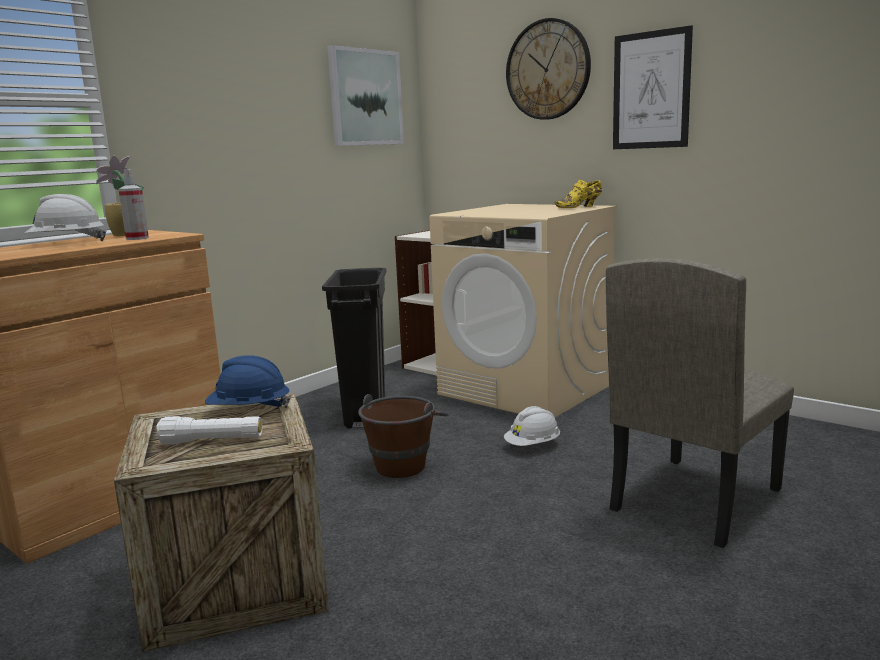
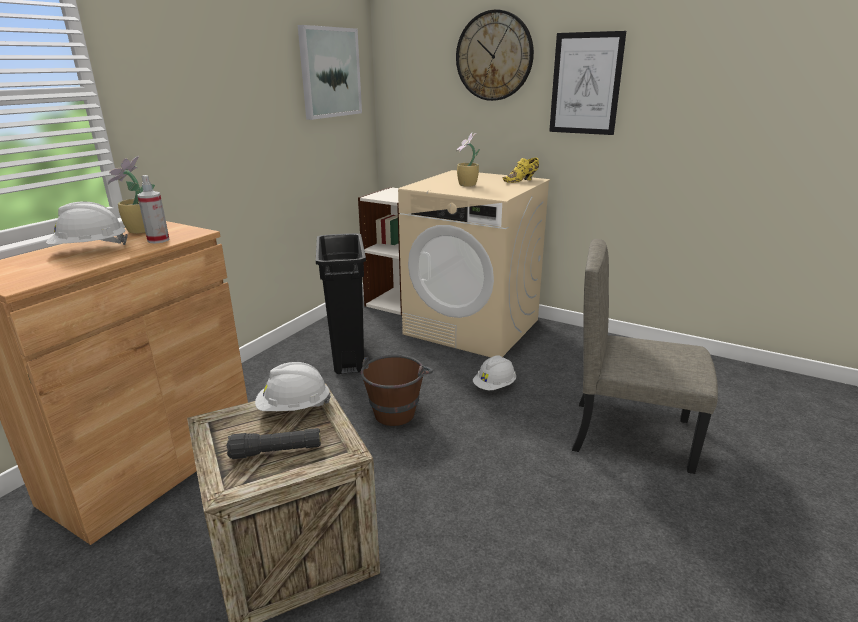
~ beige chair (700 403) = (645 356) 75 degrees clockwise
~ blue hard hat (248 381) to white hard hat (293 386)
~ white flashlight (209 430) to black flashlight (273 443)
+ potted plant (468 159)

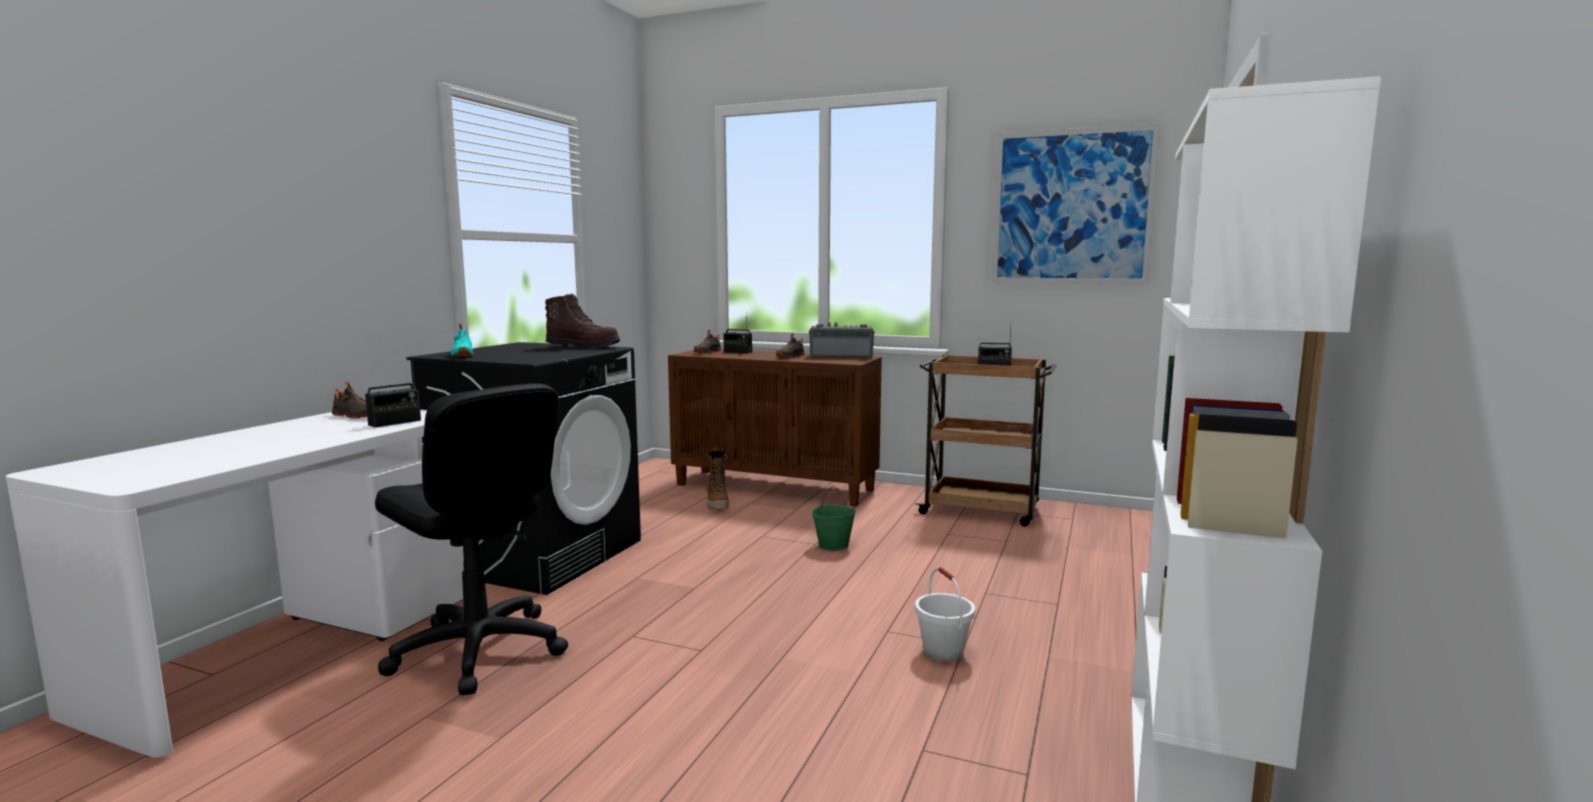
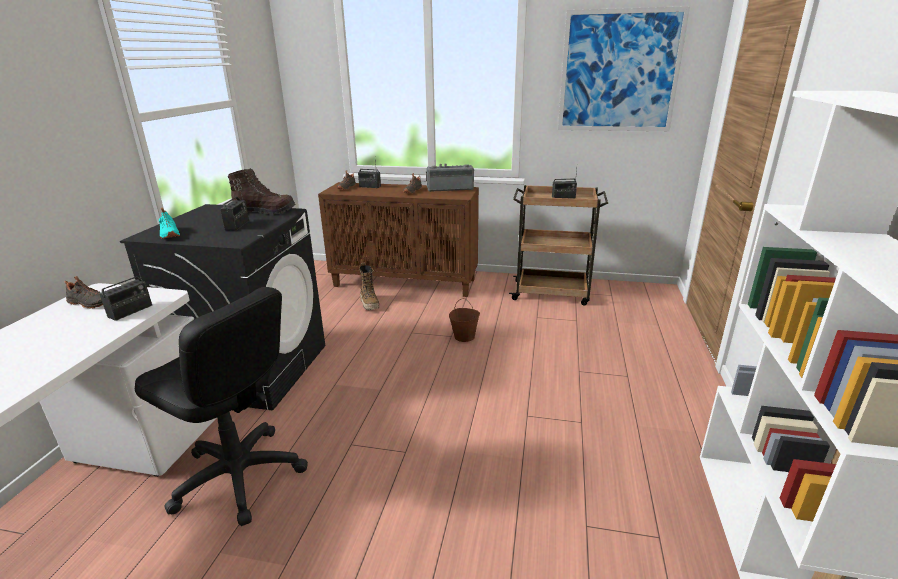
~ green bucket (834 518) to brown bucket (464 320)
- white bucket (945 614)
+ radio (234 204)

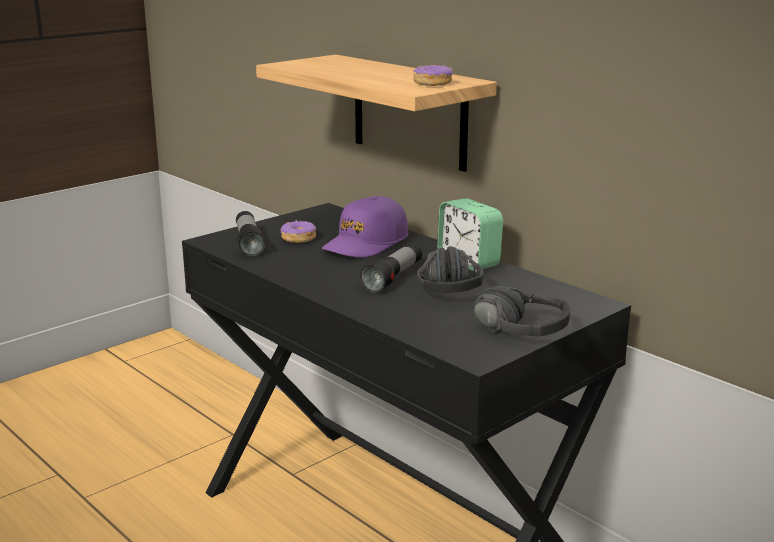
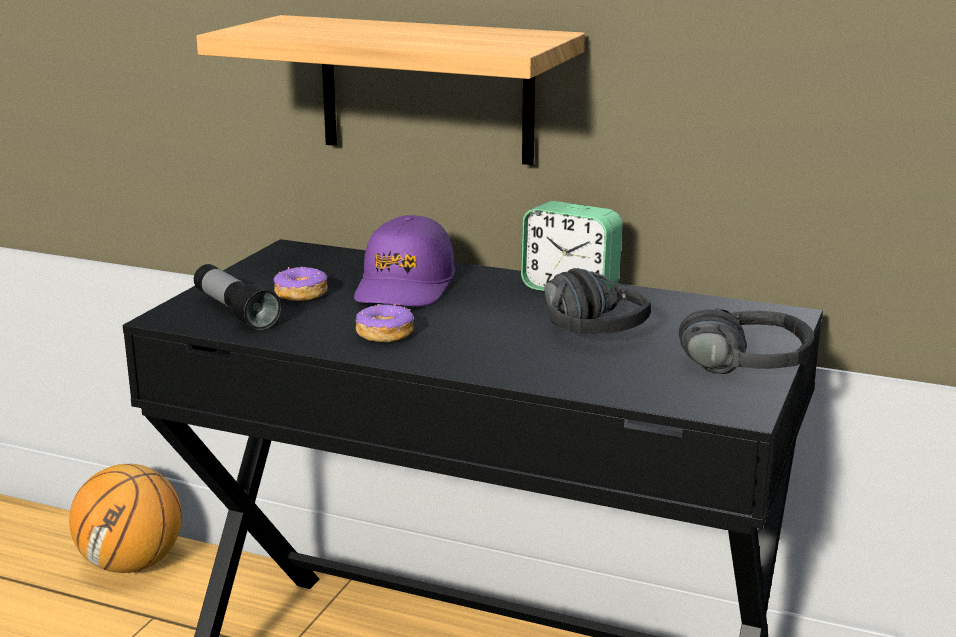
~ donut (433 75) to (384 322)
- flashlight (391 267)
+ basketball (125 518)

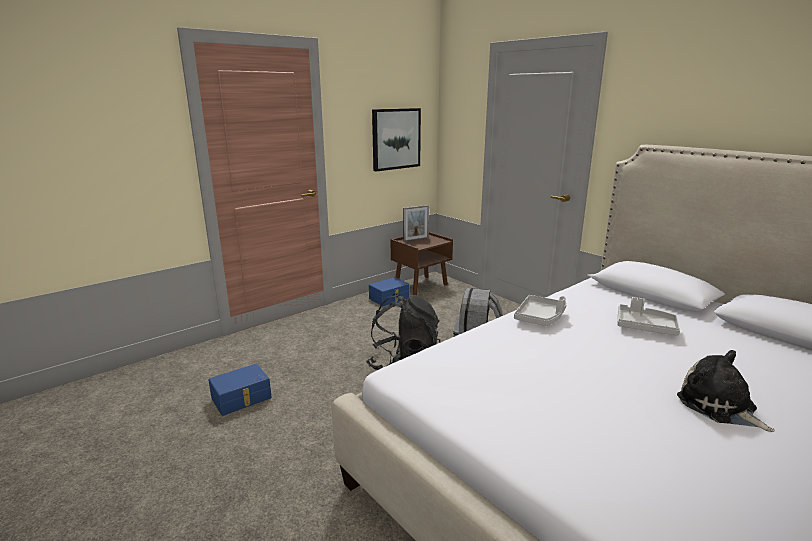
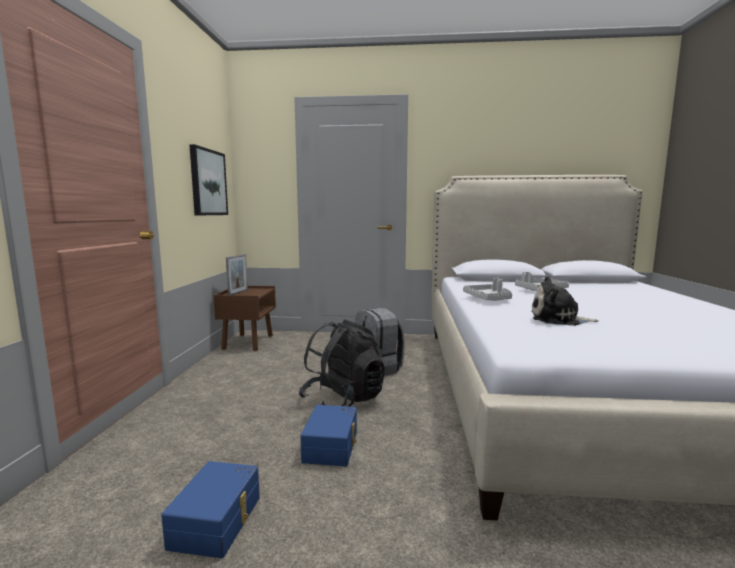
~ blue storage box (389 291) to (328 435)
~ plush toy (726 391) to (565 301)

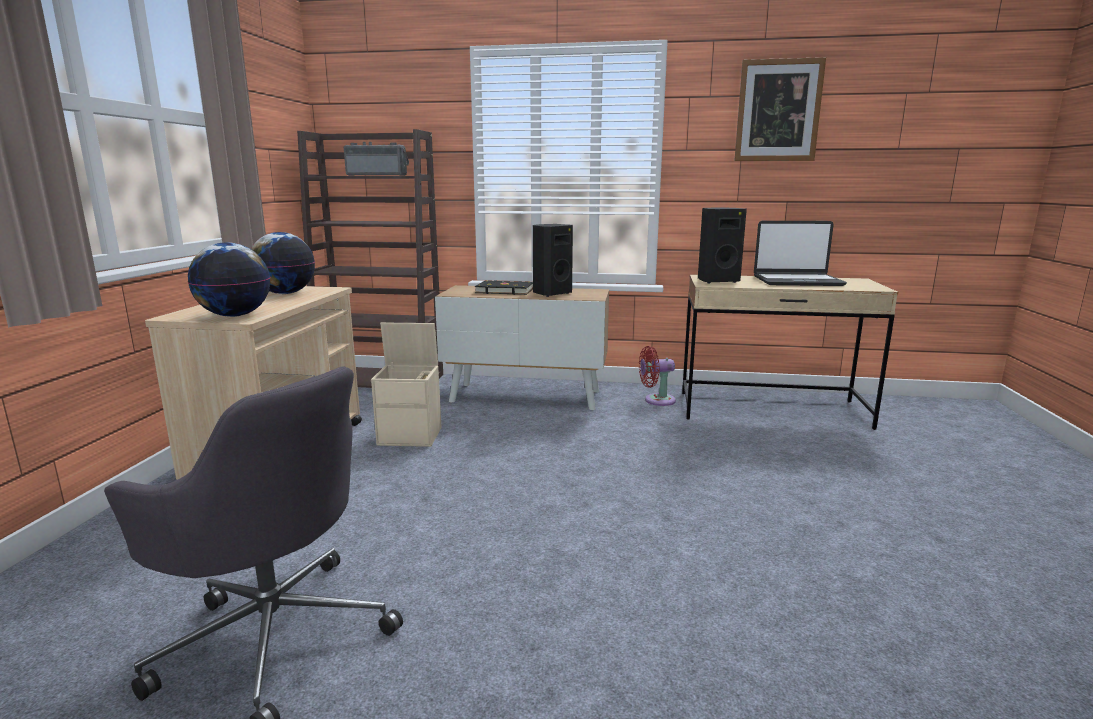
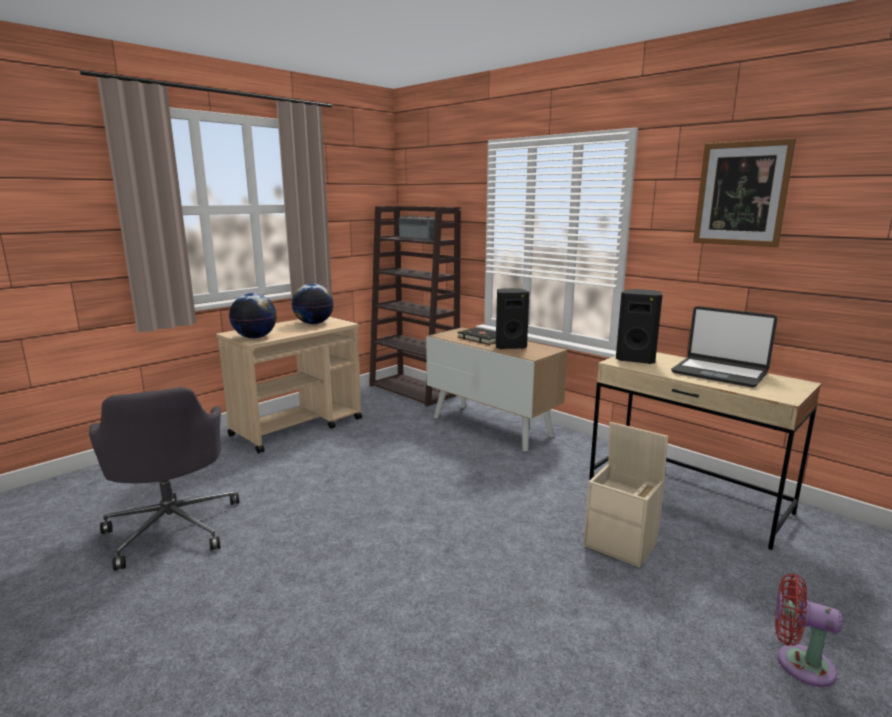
~ beige storage box (406 384) to (626 495)
~ red fan (657 376) to (809 630)

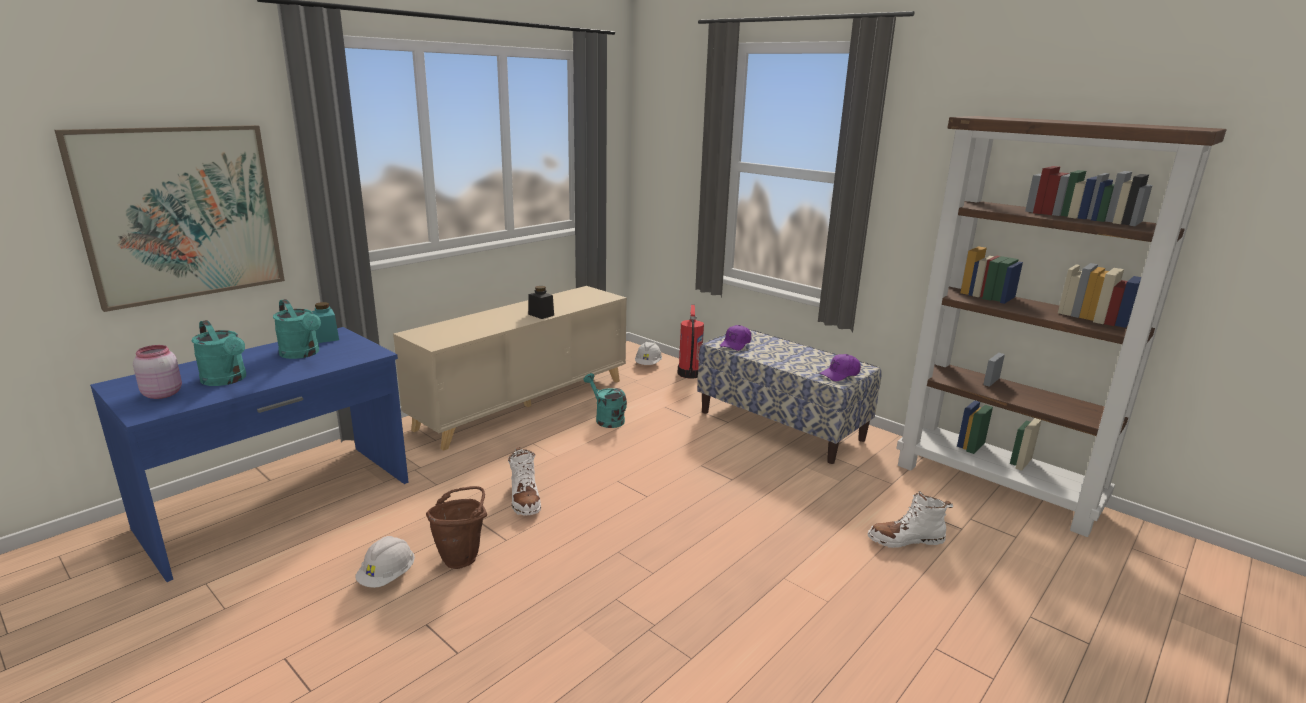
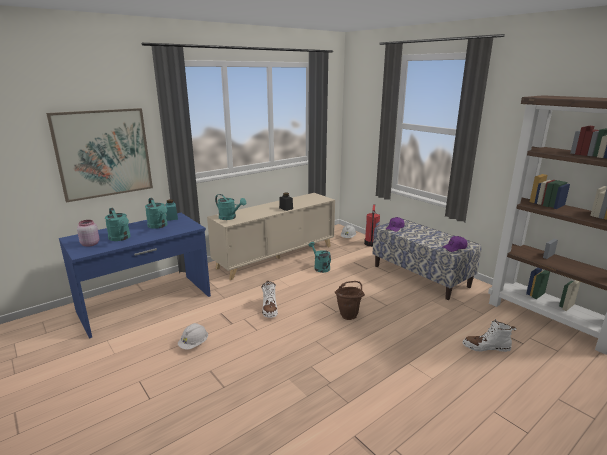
~ brown bucket (456 527) to (350 300)
+ turquoise watering can (230 207)

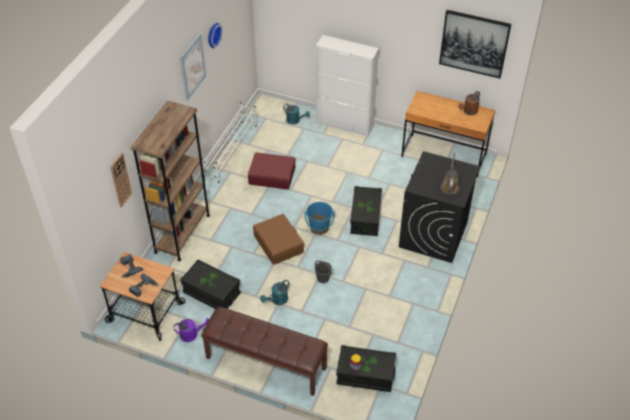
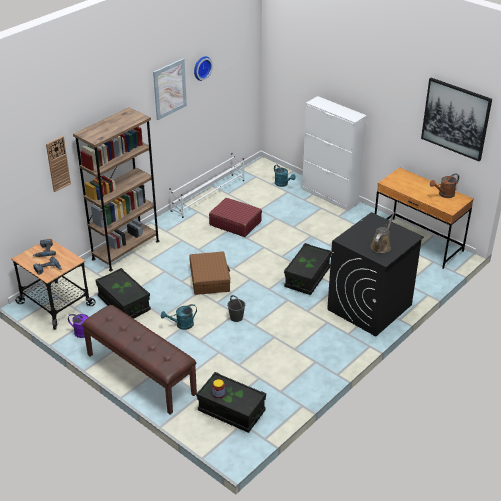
- blue bucket (320 218)

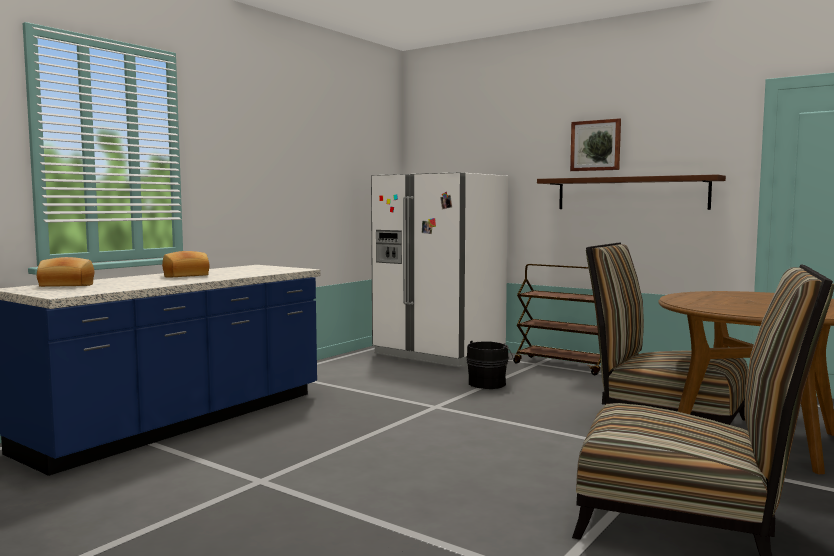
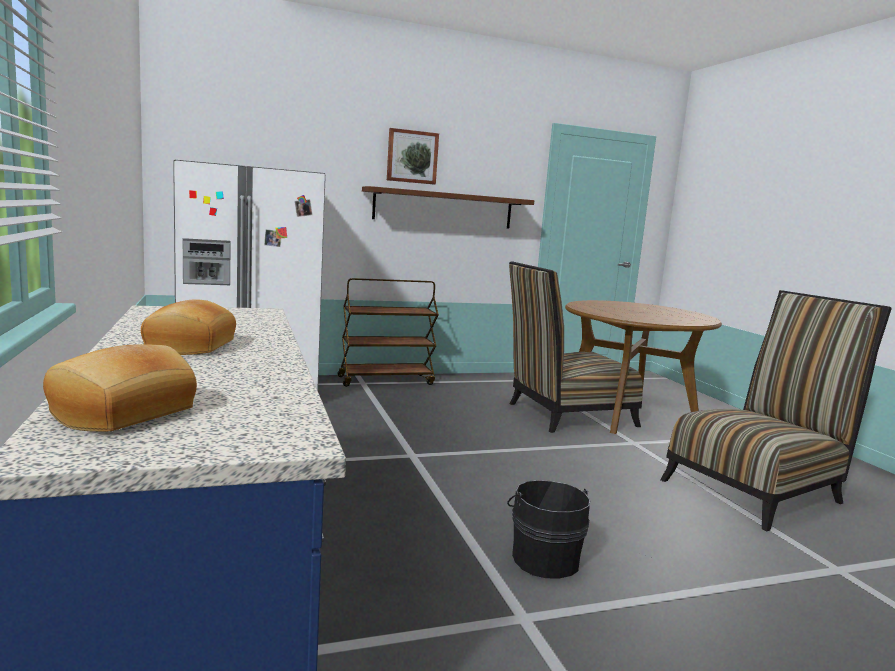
~ black bucket (489 365) to (548 529)

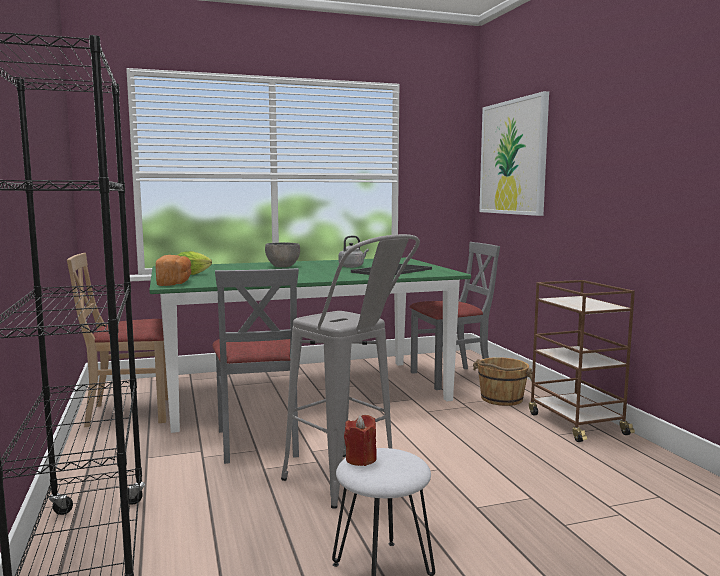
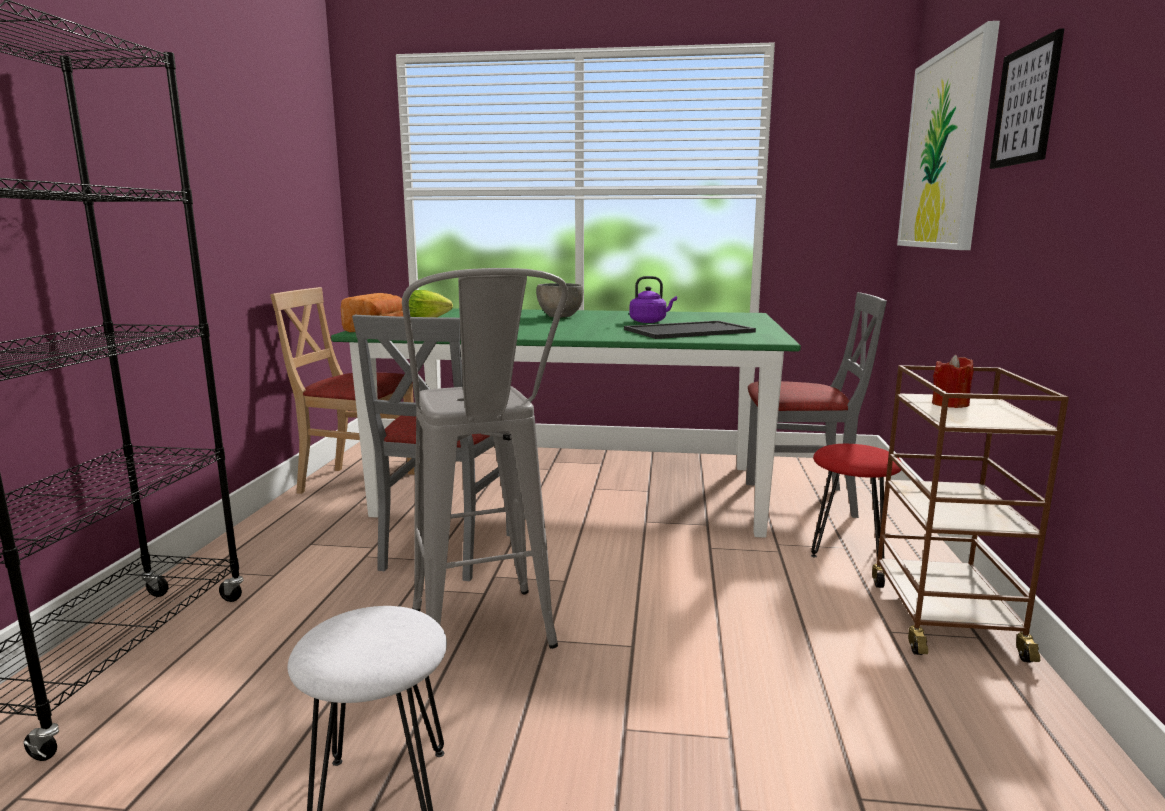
~ grey kettle (354 252) to purple kettle (653 299)
~ brown bucket (502 381) to red stool (856 501)
~ red candle (360 440) to (953 381)
+ picture (1027 98)

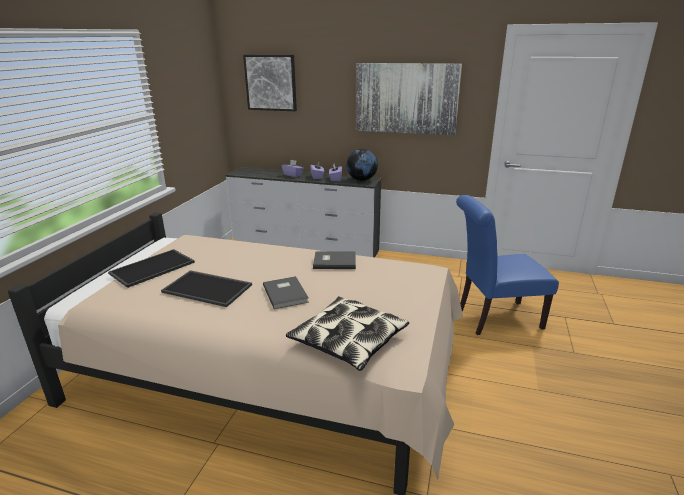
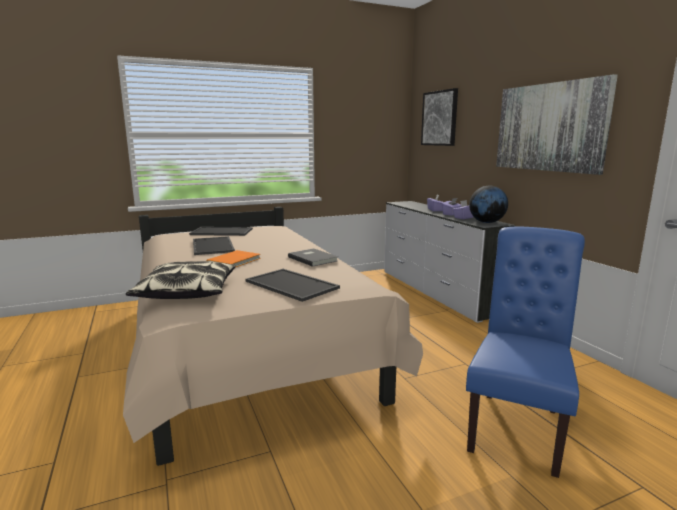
~ blue chair (507 265) = (525 352) 75 degrees clockwise
~ grey book (286 292) to orange book (234 258)
+ tray (293 285)

